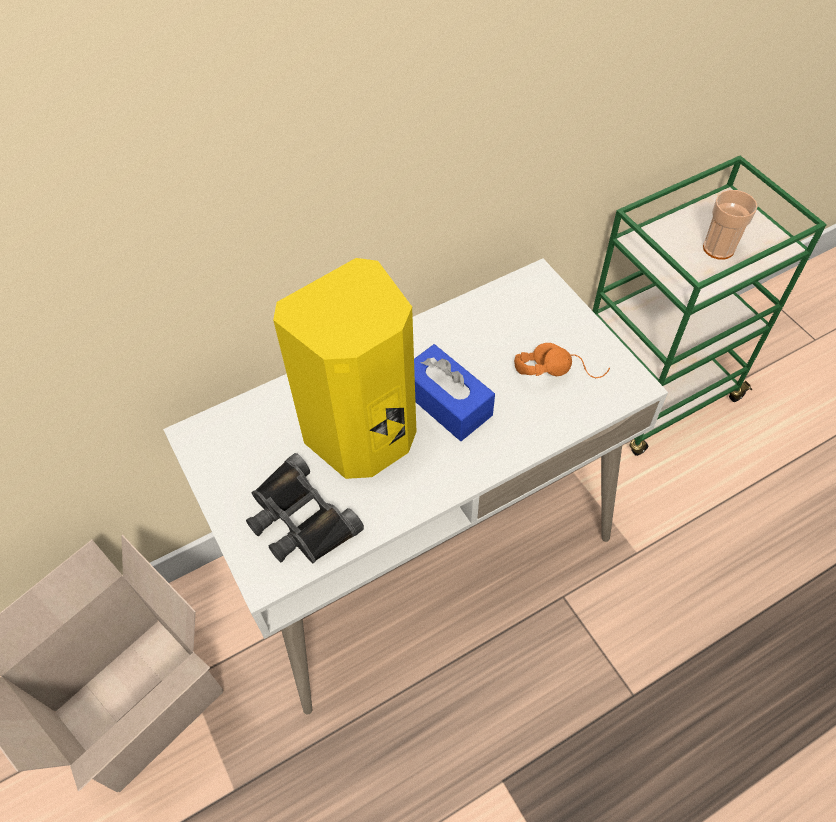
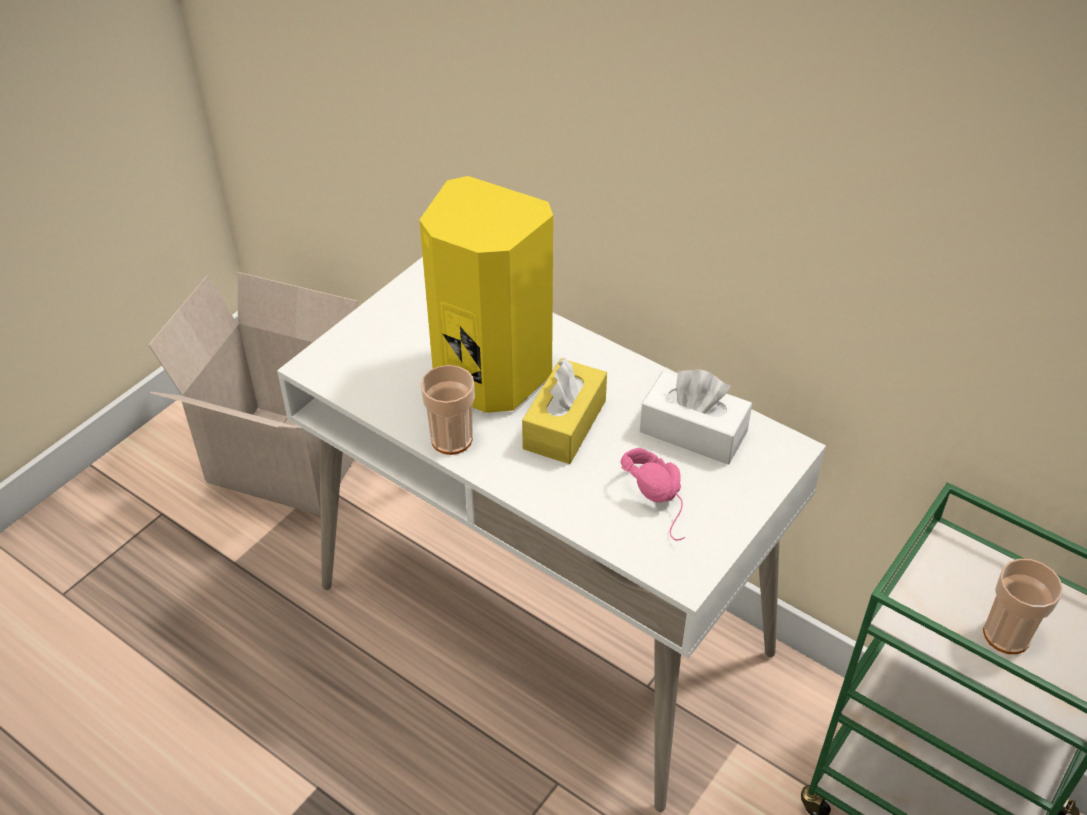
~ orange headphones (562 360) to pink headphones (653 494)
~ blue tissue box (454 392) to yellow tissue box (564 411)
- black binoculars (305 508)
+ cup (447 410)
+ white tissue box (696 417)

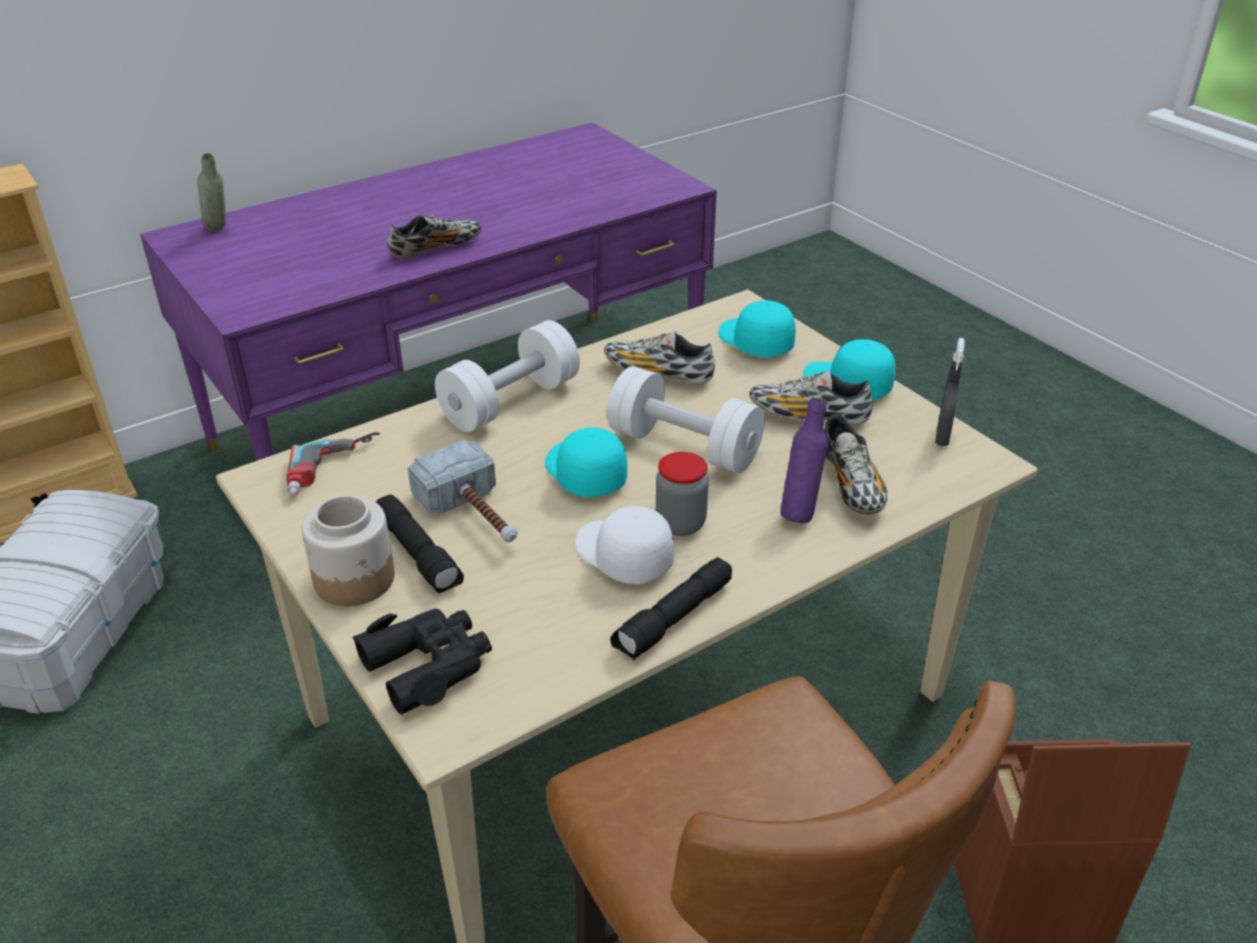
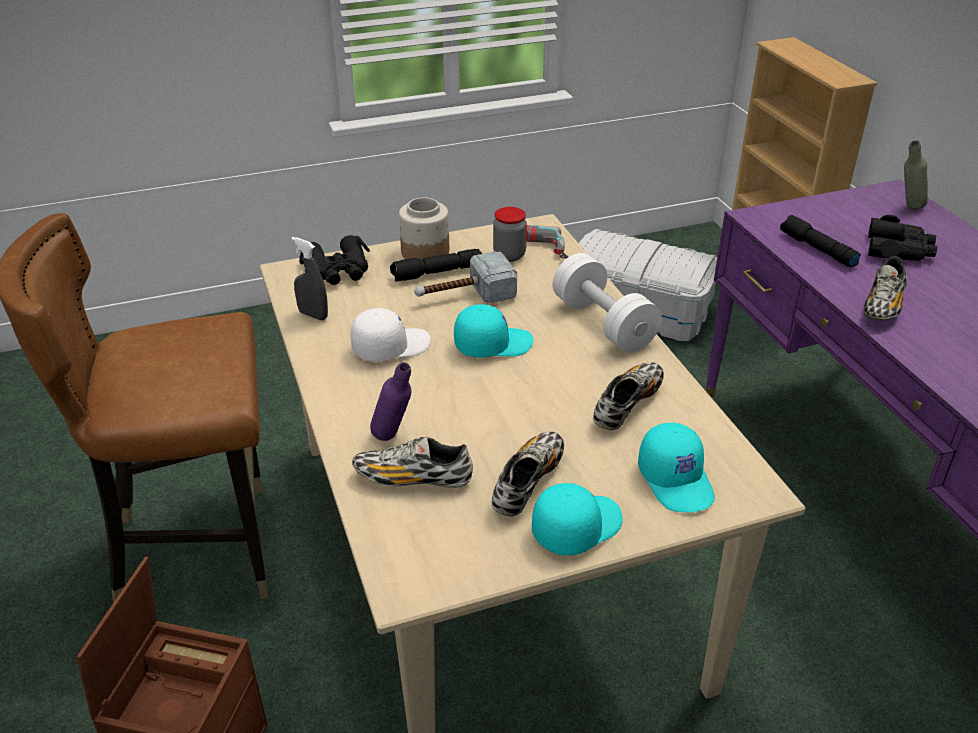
~ shoe (434 236) = (885 288) 45 degrees clockwise
~ turquoise cap (757 329) = (676 467) 90 degrees clockwise
~ grey spray bottle (950 392) to (309 278)
- white dumbbell (686 420)
~ jar (682 494) to (510 234)
~ black flashlight (671 608) to (820 241)
+ black binoculars (902 238)

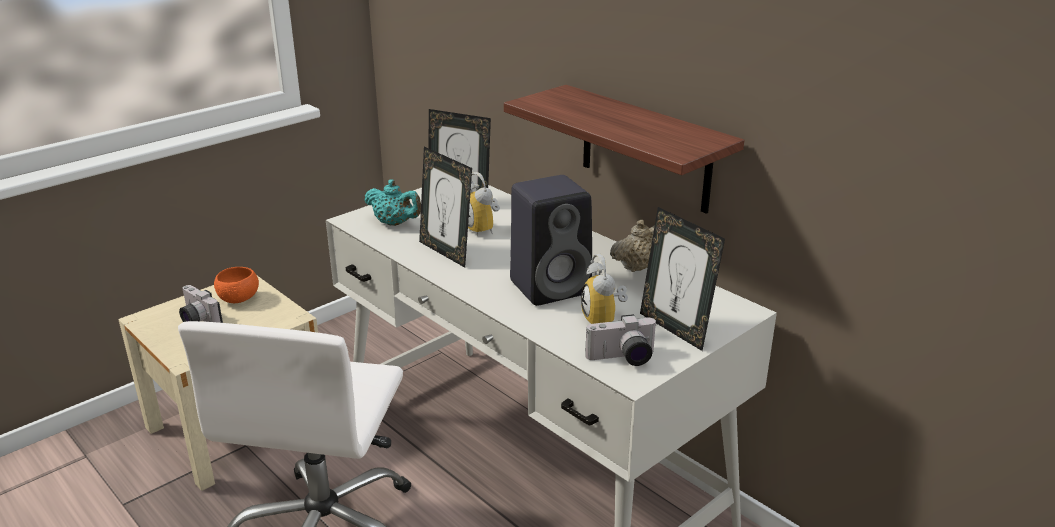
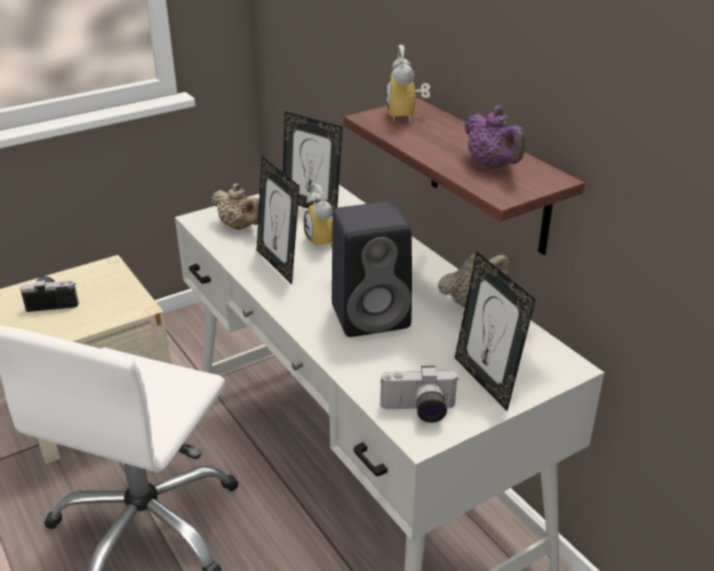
~ turquoise teapot (392 202) to beige teapot (235 206)
~ alarm clock (604 289) to (408 84)
- orange bowl (236 285)
~ photo camera (201 304) = (49 294) 120 degrees clockwise
+ purple teapot (495 137)

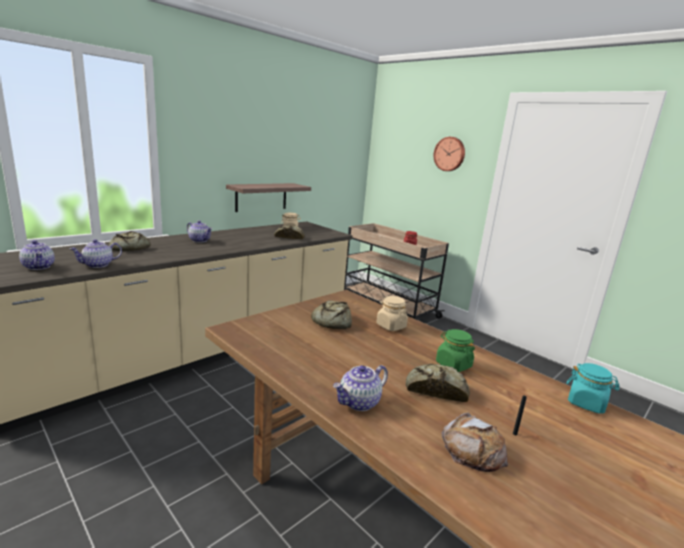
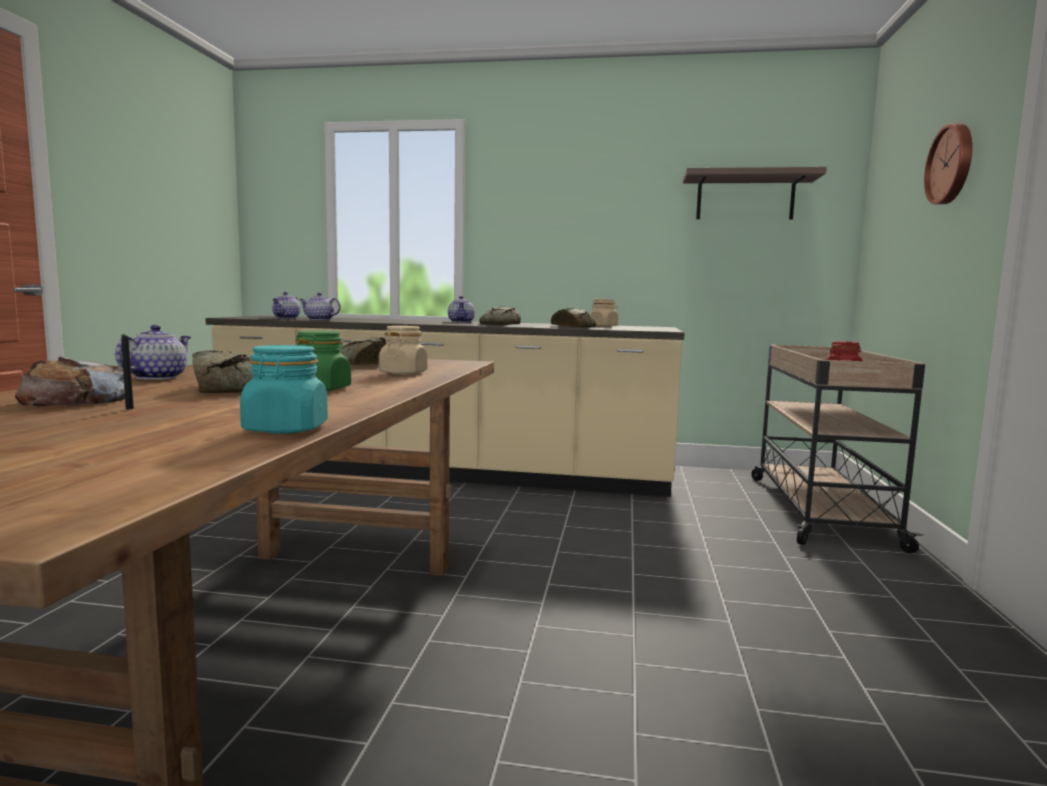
~ shelf (268 197) to (755 193)
~ bread (130 241) to (500 315)
~ teapot (360 388) = (153 352) 90 degrees clockwise

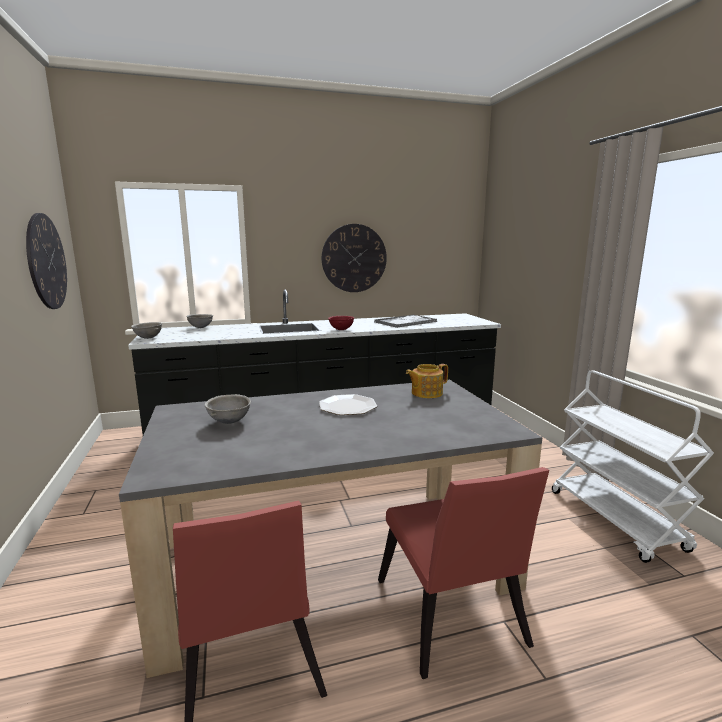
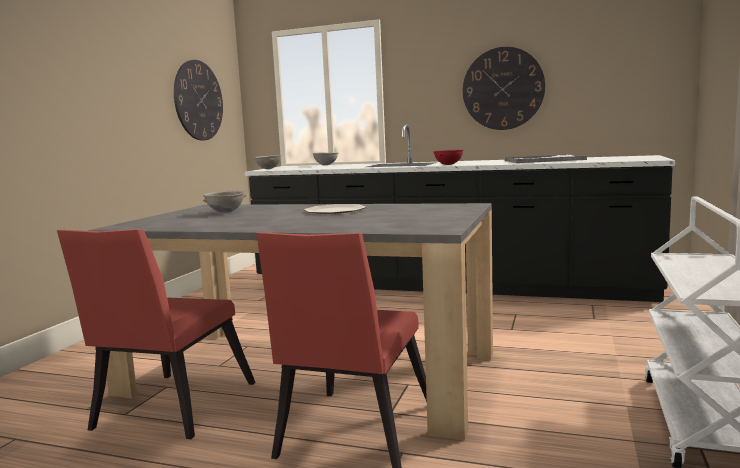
- teapot (427 381)

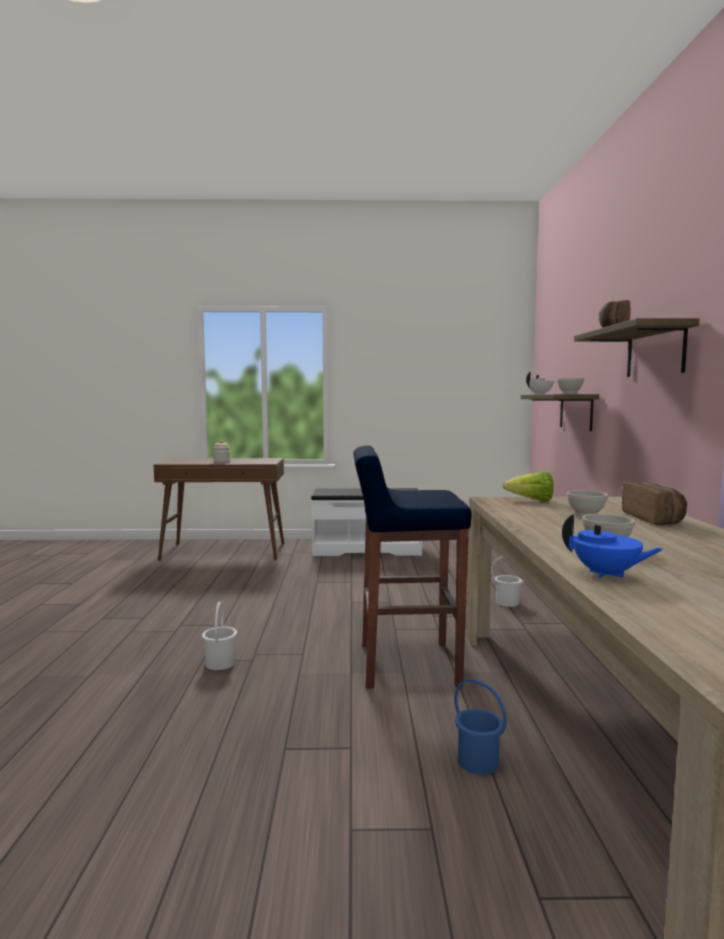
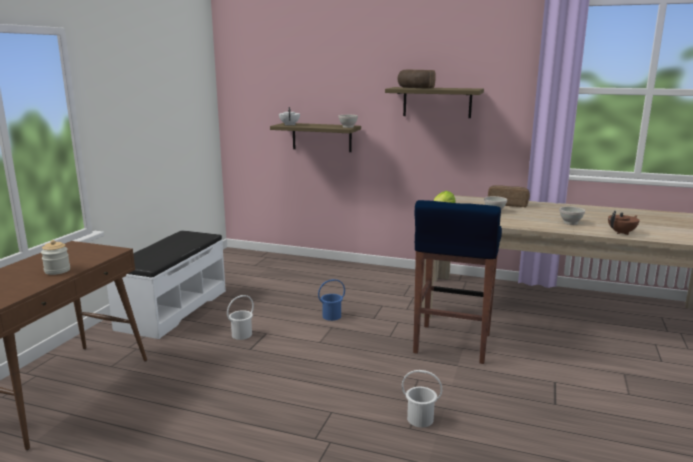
~ blue teapot (612 546) to brown teapot (624 223)
~ white bucket (508 581) to (240 317)
~ blue bucket (480 726) to (331 300)

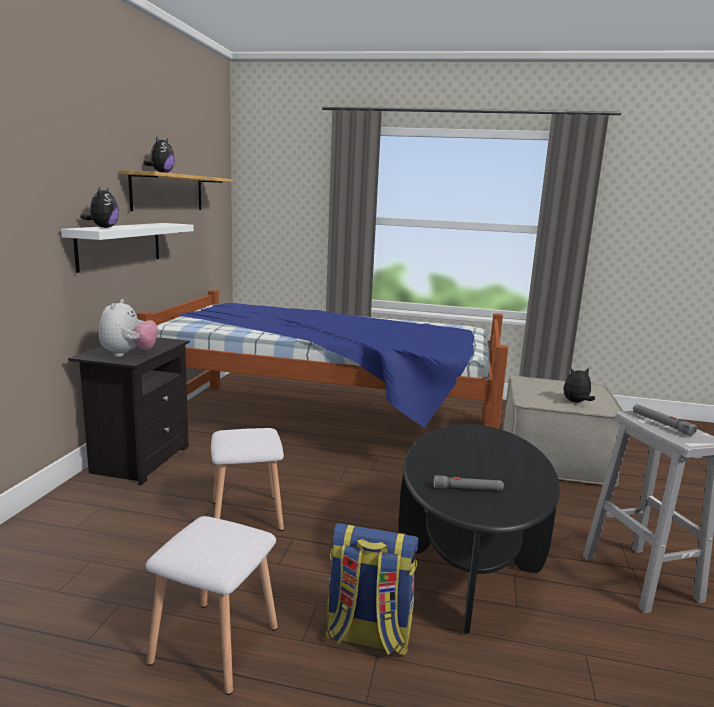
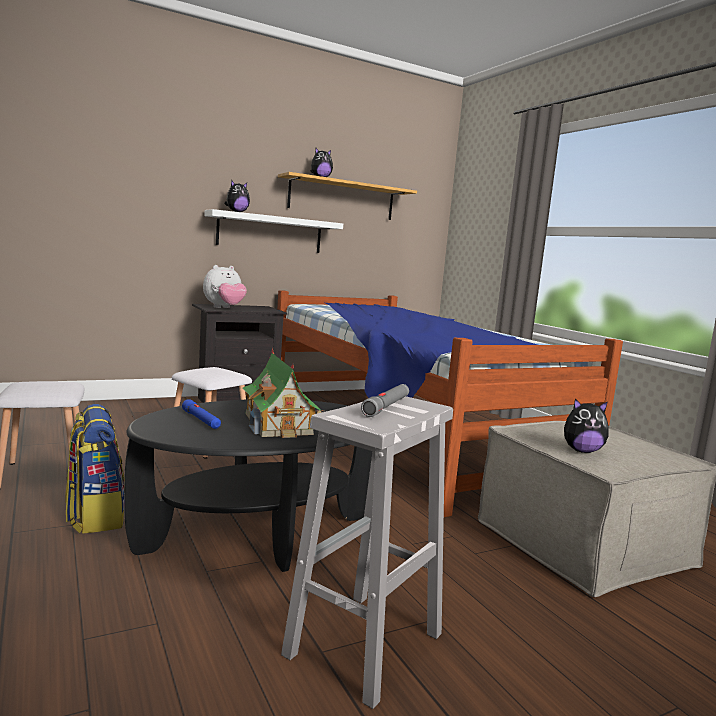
~ plush toy (579 384) = (586 426) 150 degrees clockwise
~ grey flashlight (469 482) to blue flashlight (201 414)
+ toy house (283 393)

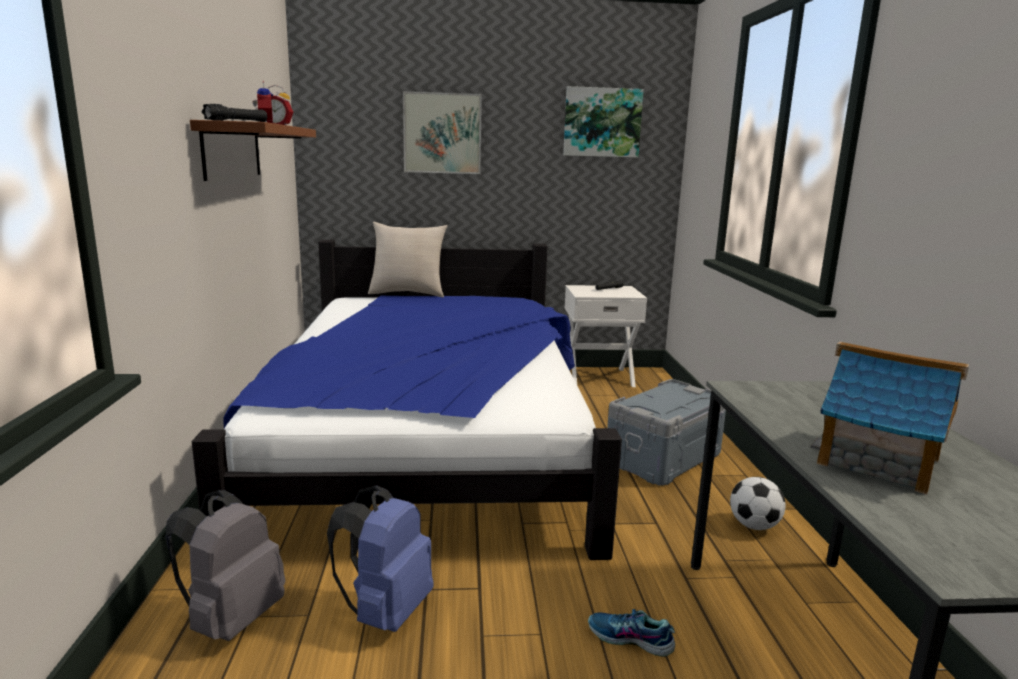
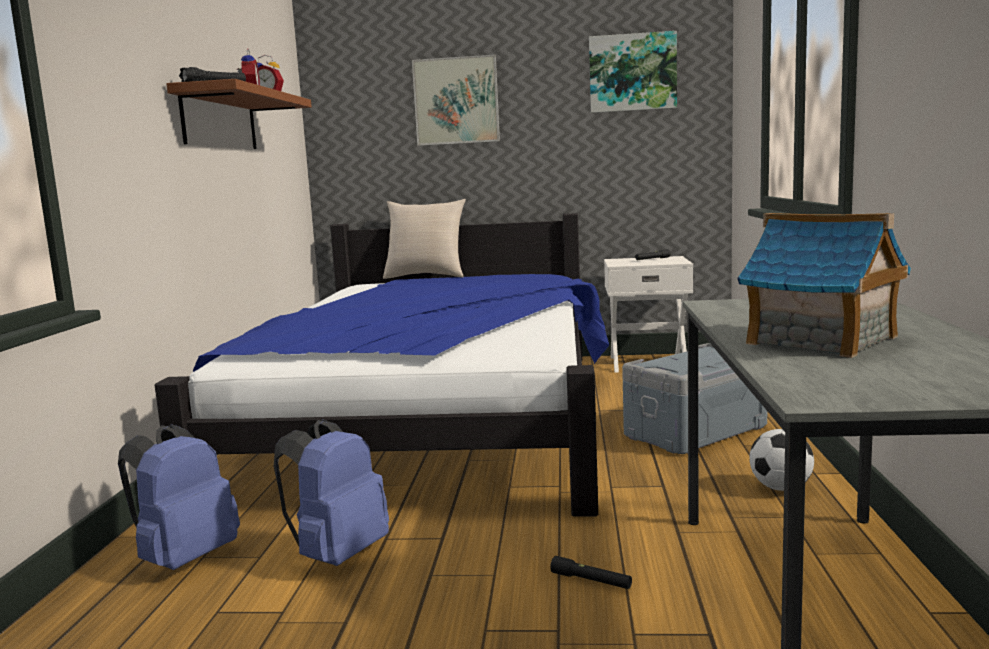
~ grey backpack (225 565) to blue backpack (179 497)
~ shoe (631 633) to black flashlight (591 572)

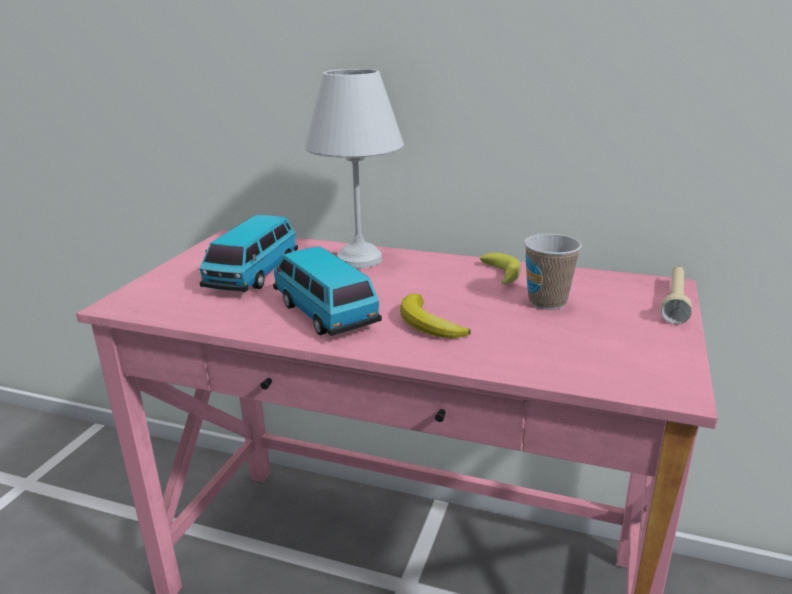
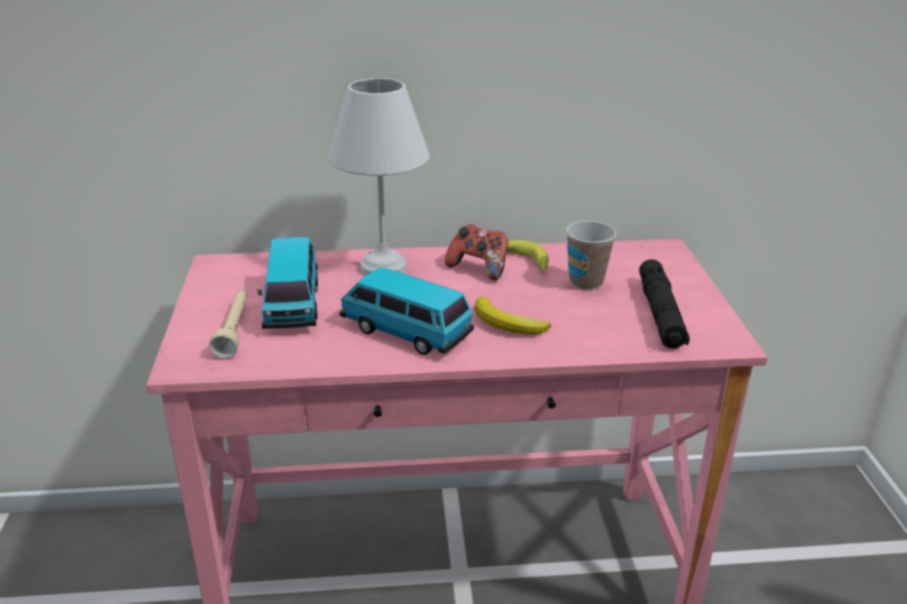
~ beige flashlight (676 295) to (228 324)
+ game controller (476 252)
+ black flashlight (664 303)

